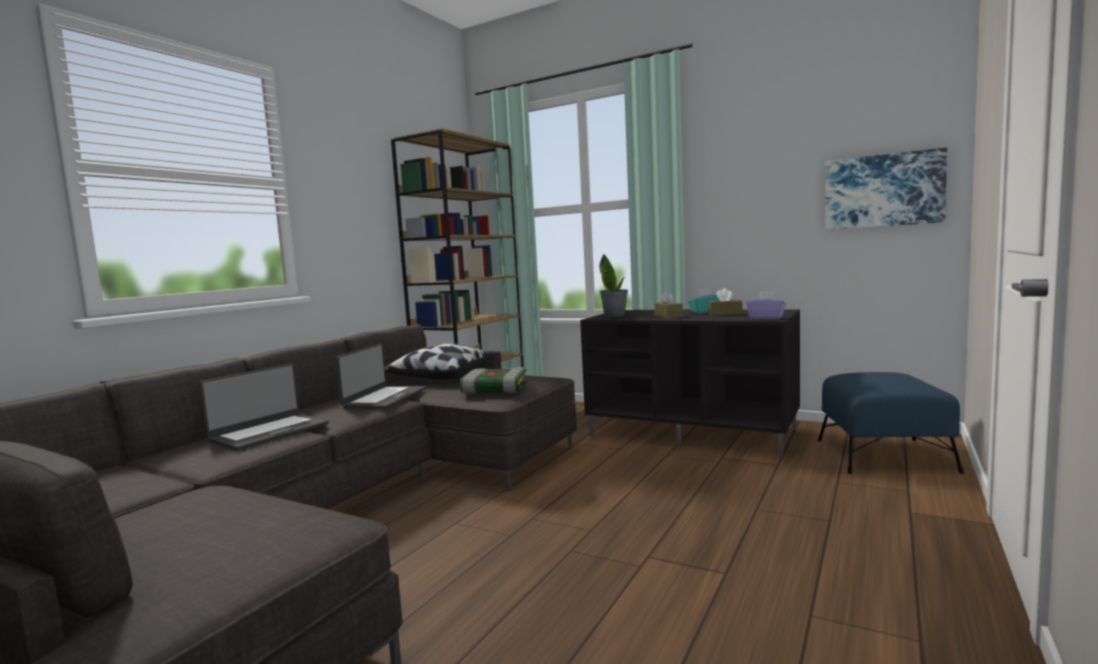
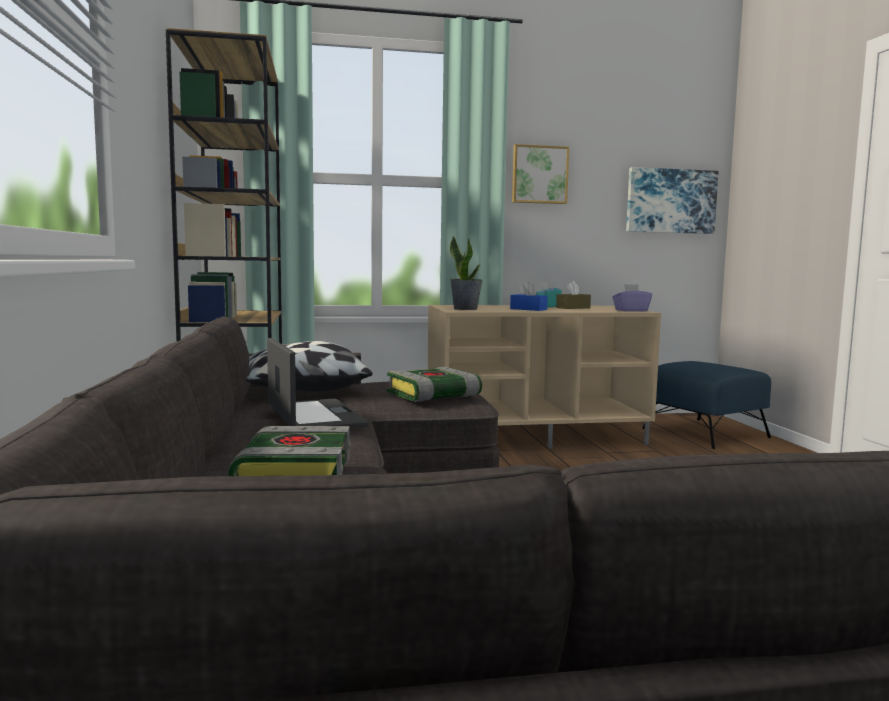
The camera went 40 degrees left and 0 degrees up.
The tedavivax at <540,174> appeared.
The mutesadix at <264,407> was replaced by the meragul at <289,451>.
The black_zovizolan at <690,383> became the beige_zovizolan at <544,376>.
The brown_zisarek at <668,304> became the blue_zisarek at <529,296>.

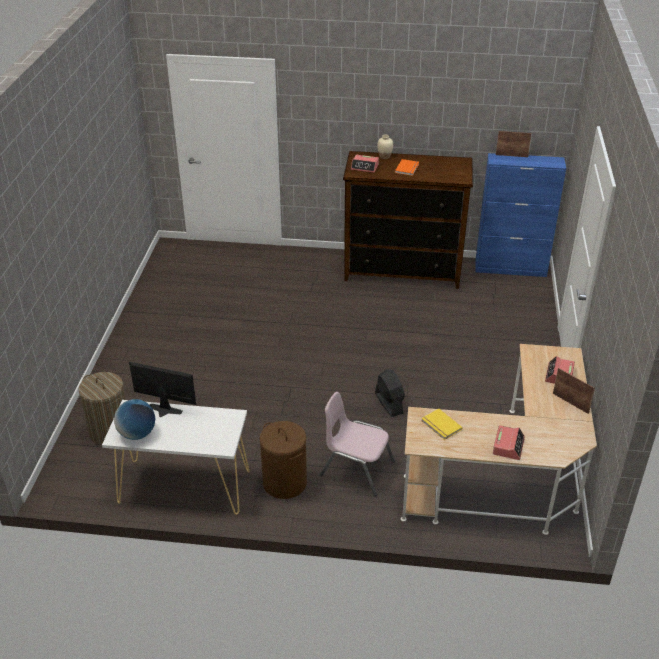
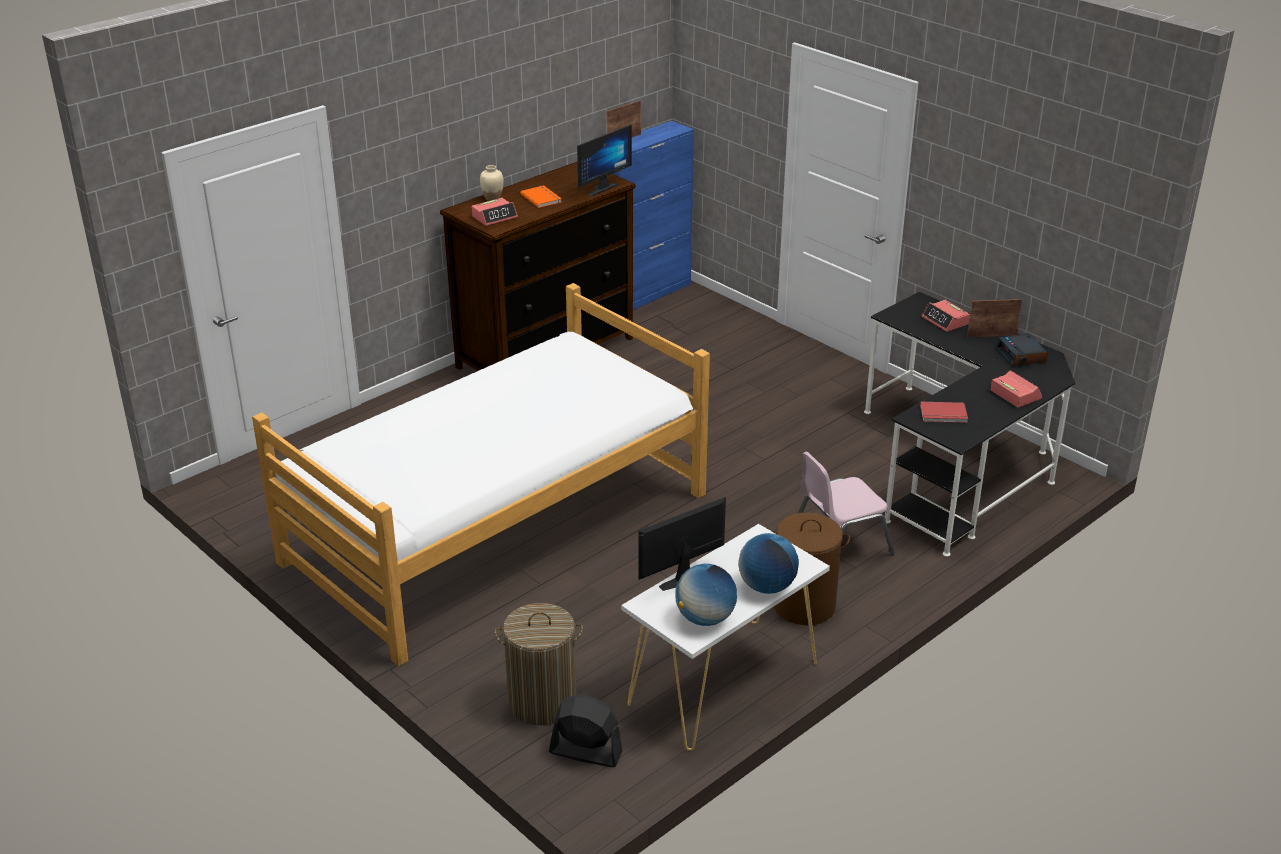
The camera went 50 degrees left and 5 degrees down.
The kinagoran at <481,474> appeared.
The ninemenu at <604,160> appeared.
The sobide at <768,563> appeared.
The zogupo at <1022,350> appeared.
The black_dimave moved from <390,393> to <586,730>.
The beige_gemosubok at <499,439> became the black_gemosubok at <969,424>.
The yellow_meragul at <442,424> became the red_meragul at <944,412>.

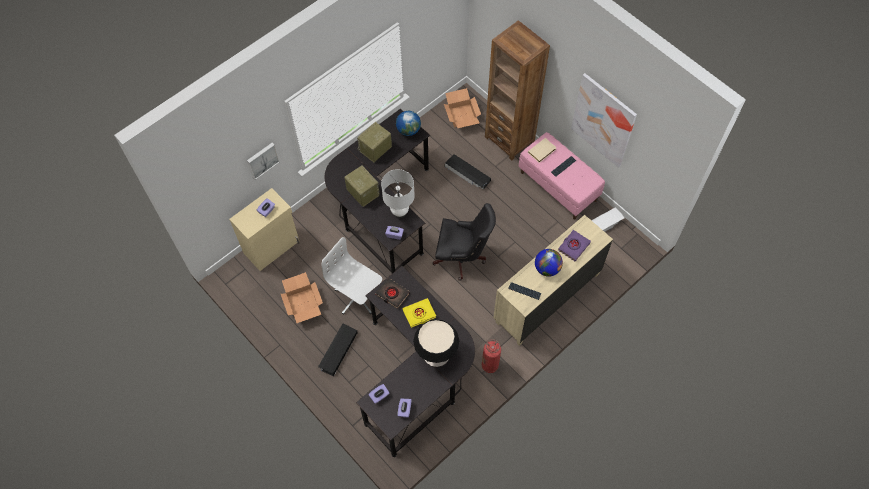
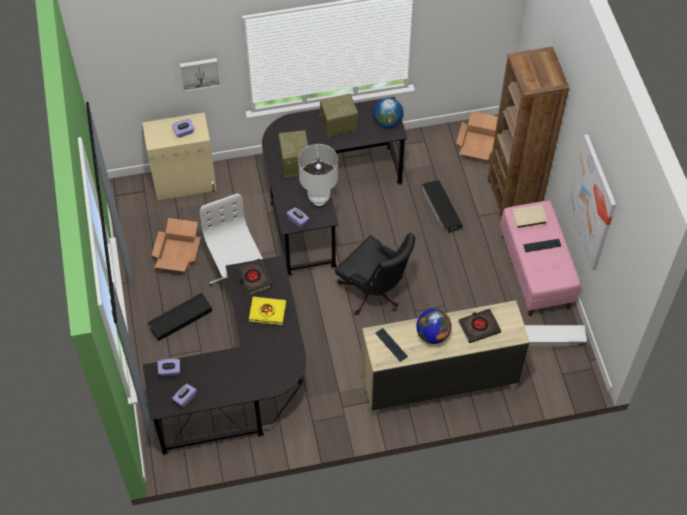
The camera went 30 degrees right and 5 degrees down.
The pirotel at <436,343> disappeared.
The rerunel at <491,356> disappeared.
The purple_meragul at <574,245> became the black_meragul at <479,325>.

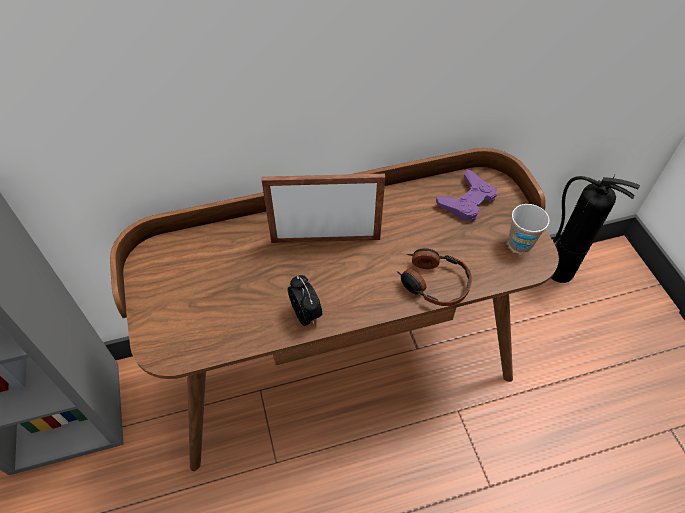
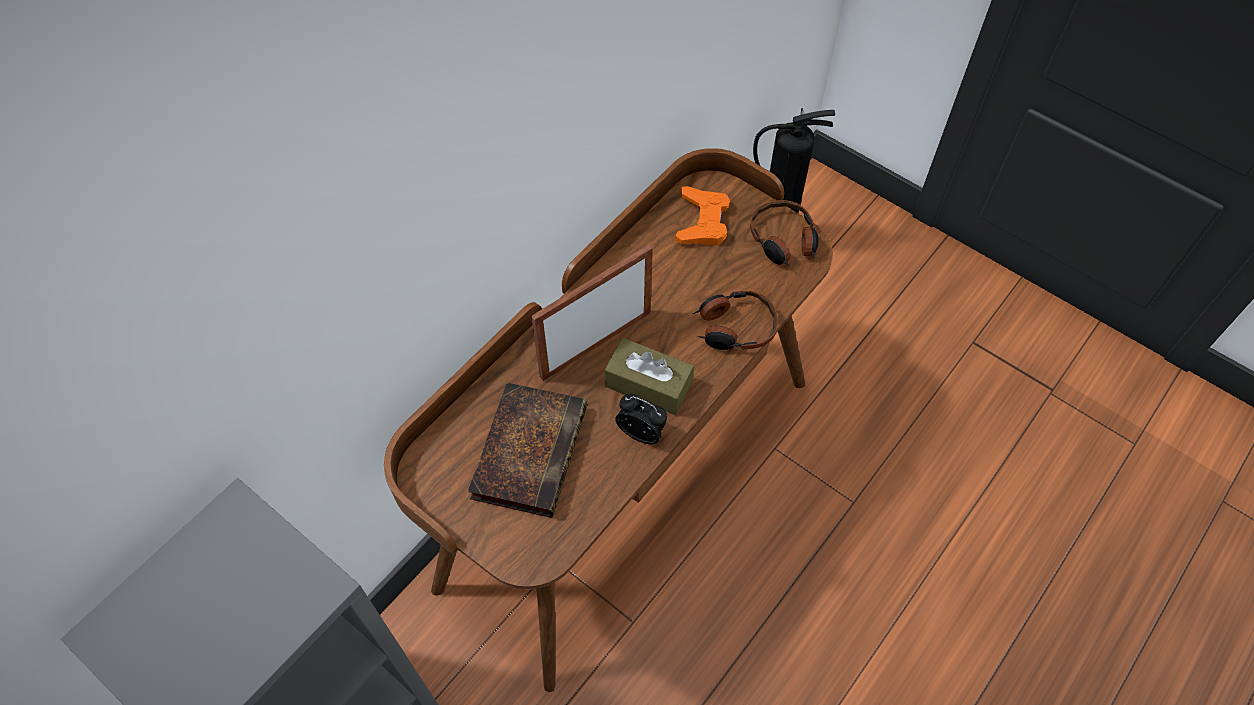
The camera went 35 degrees left and 5 degrees up.
The meragul at <527,450> appeared.
The brown_zisarek at <649,376> appeared.
The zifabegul at <529,228> was replaced by the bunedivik at <784,233>.
The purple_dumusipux at <466,195> became the orange_dumusipux at <702,216>.

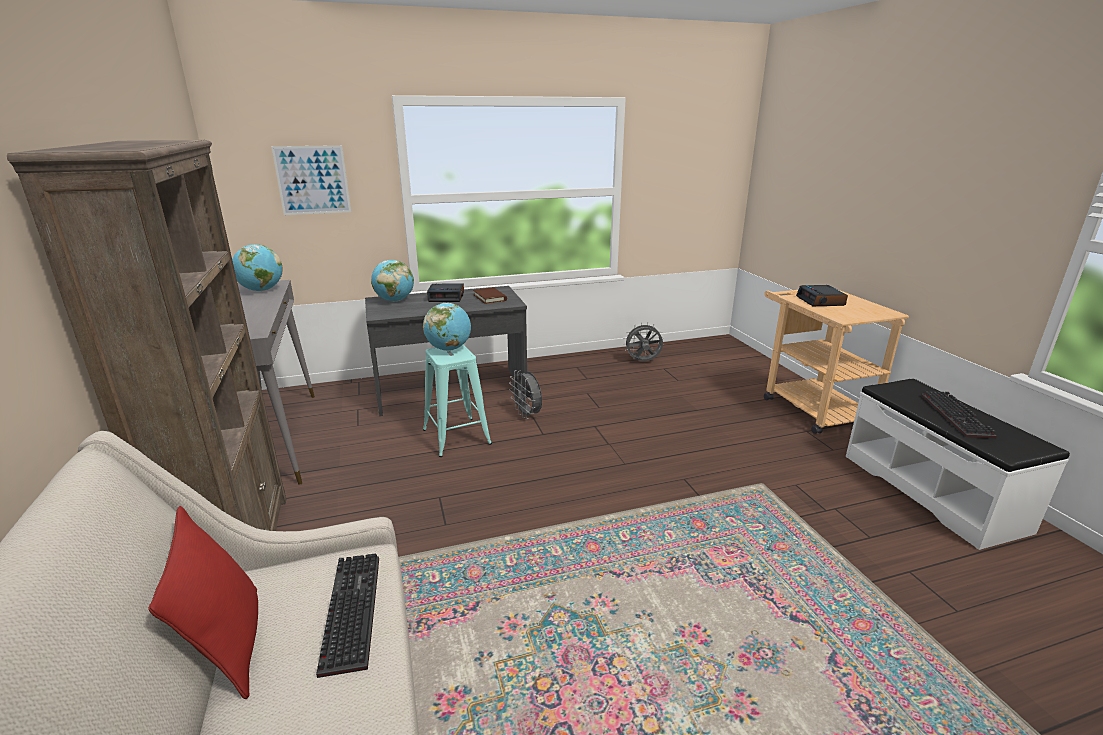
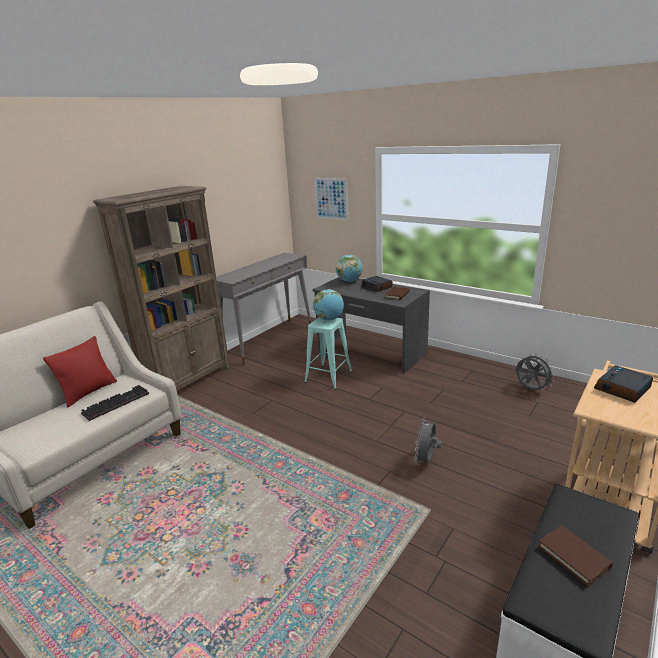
The camera went 55 degrees right and 0 degrees up.
The sobide at <257,267> disappeared.
The grey_dimave moved from <525,394> to <428,441>.
The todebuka at <959,415> was replaced by the brown_meragul at <575,556>.

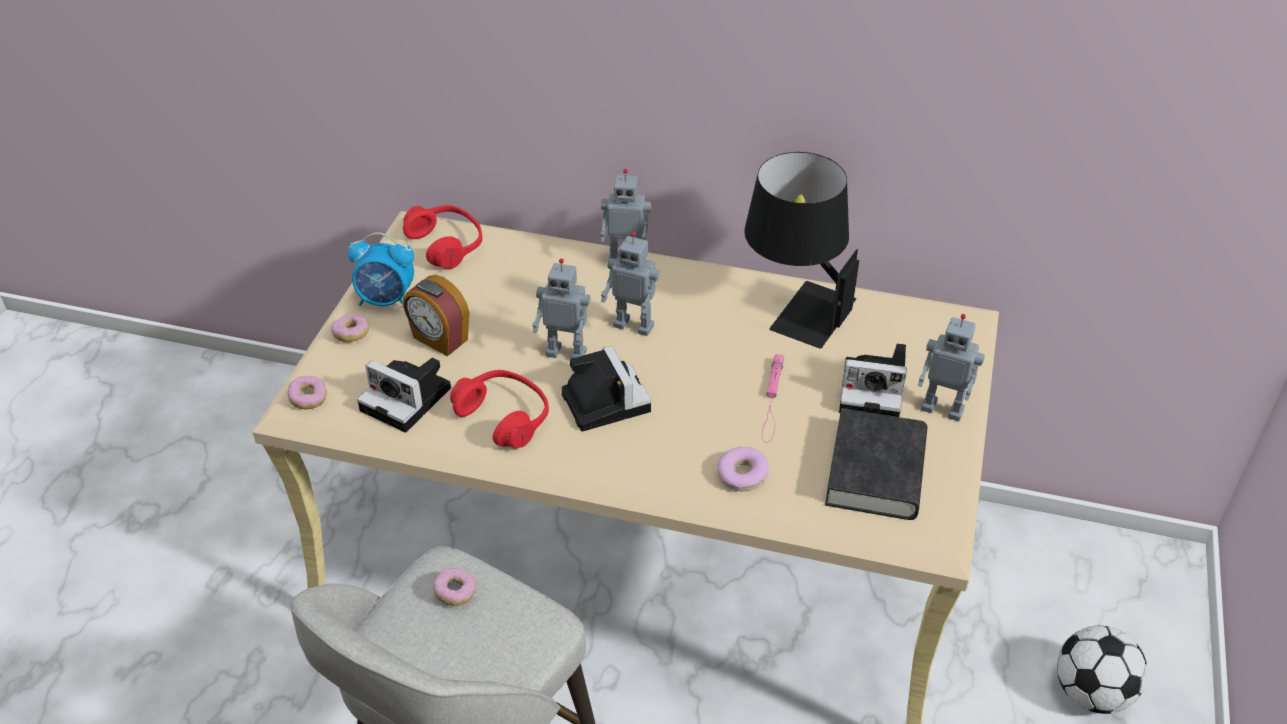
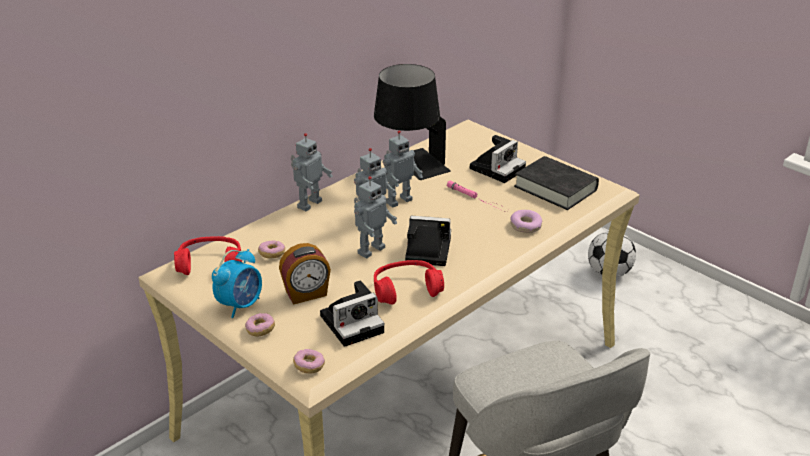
The camera went 60 degrees left and 10 degrees down.
The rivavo moved from <454,587> to <271,249>.
The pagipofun moved from <951,367> to <403,169>.

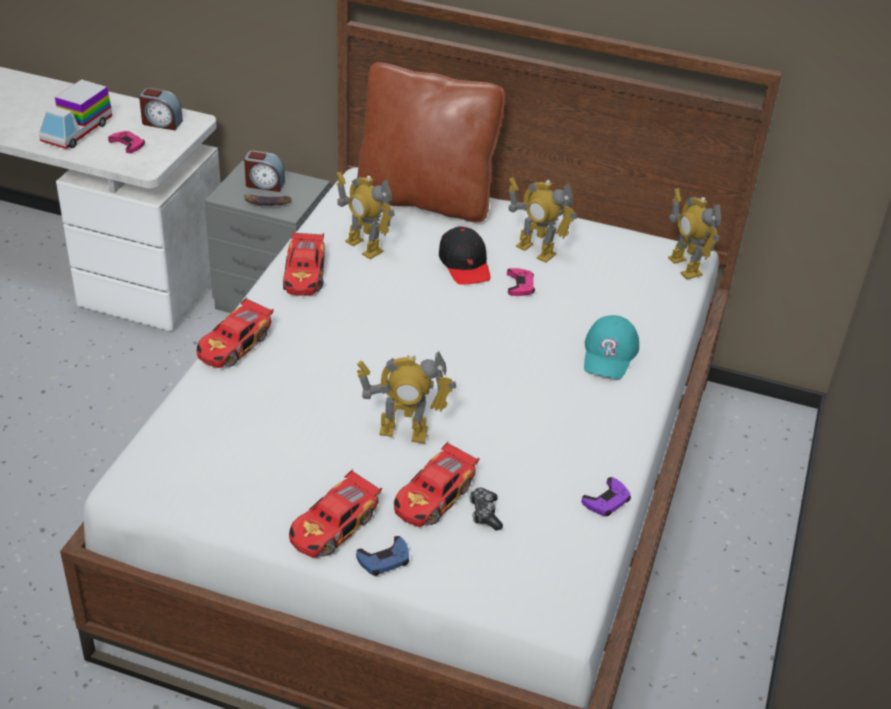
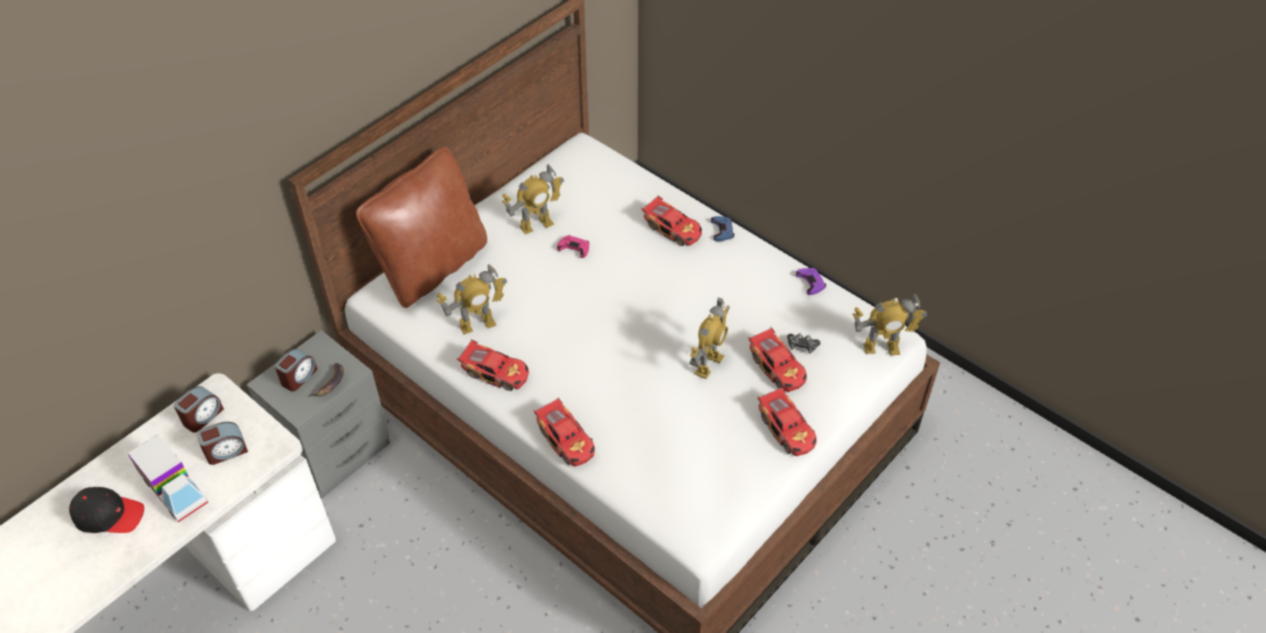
The camera went 65 degrees left and 10 degrees up.
The blue_dumusipux moved from <382,556> to <722,228>.
The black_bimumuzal moved from <465,255> to <106,510>.
The pagipofun moved from <694,234> to <889,324>.
The pink_dumusipux at <126,142> was replaced by the zogupo at <222,443>.
The turquoise_bimumuzal at <611,347> was replaced by the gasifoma at <671,220>.

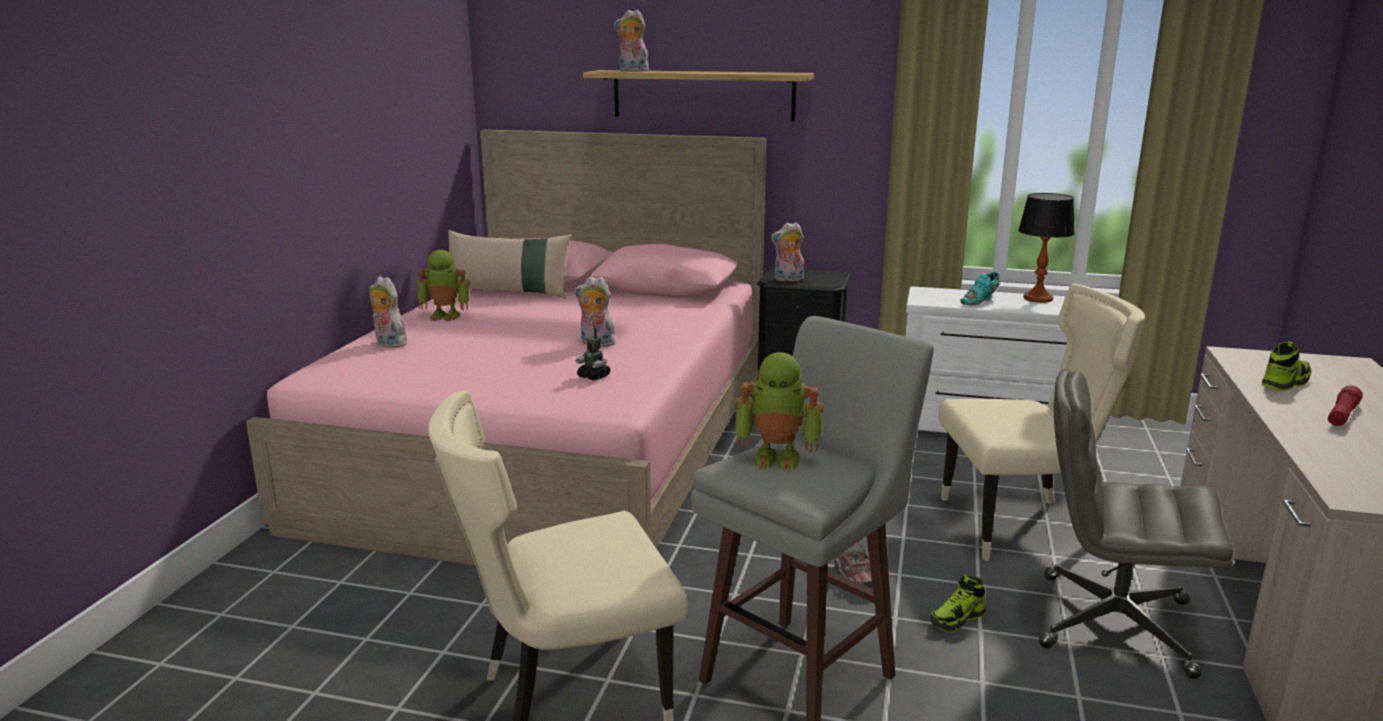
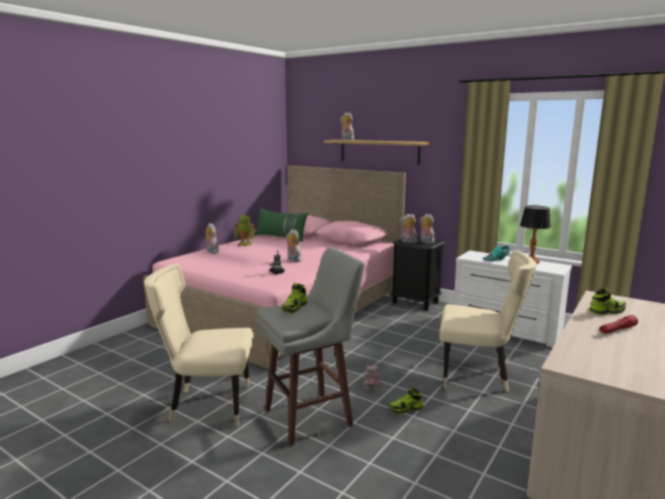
The camera went 20 degrees right and 5 degrees down.
The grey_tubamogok at <1136,524> disappeared.
The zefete at <426,228> appeared.
The pagipofun at <779,412> was replaced by the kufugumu at <294,298>.
The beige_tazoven at <509,264> became the green_tazoven at <281,225>.

